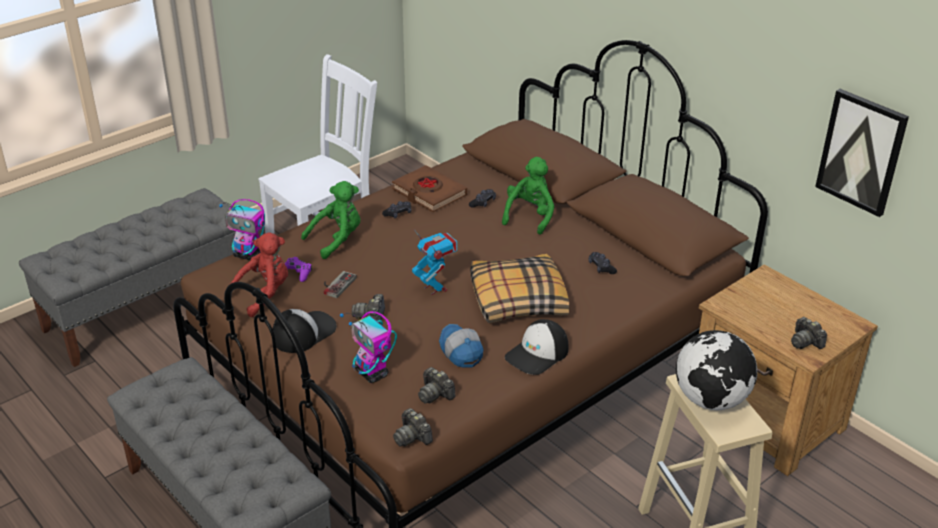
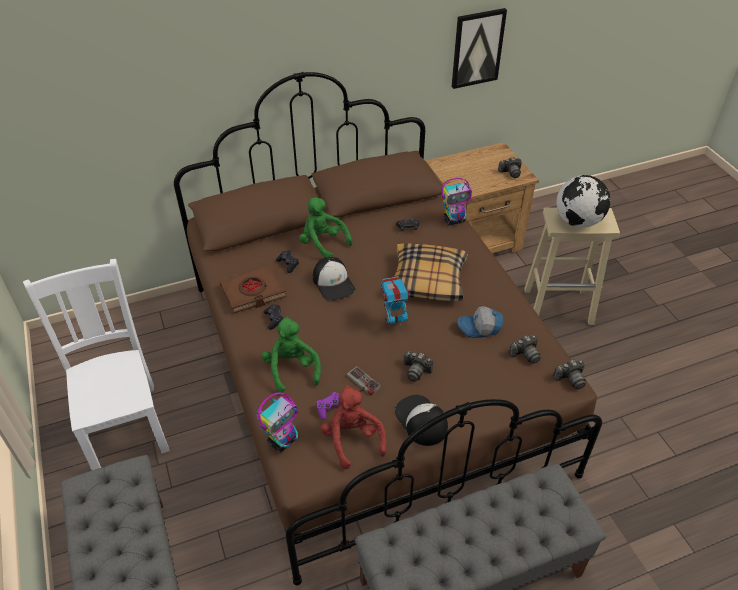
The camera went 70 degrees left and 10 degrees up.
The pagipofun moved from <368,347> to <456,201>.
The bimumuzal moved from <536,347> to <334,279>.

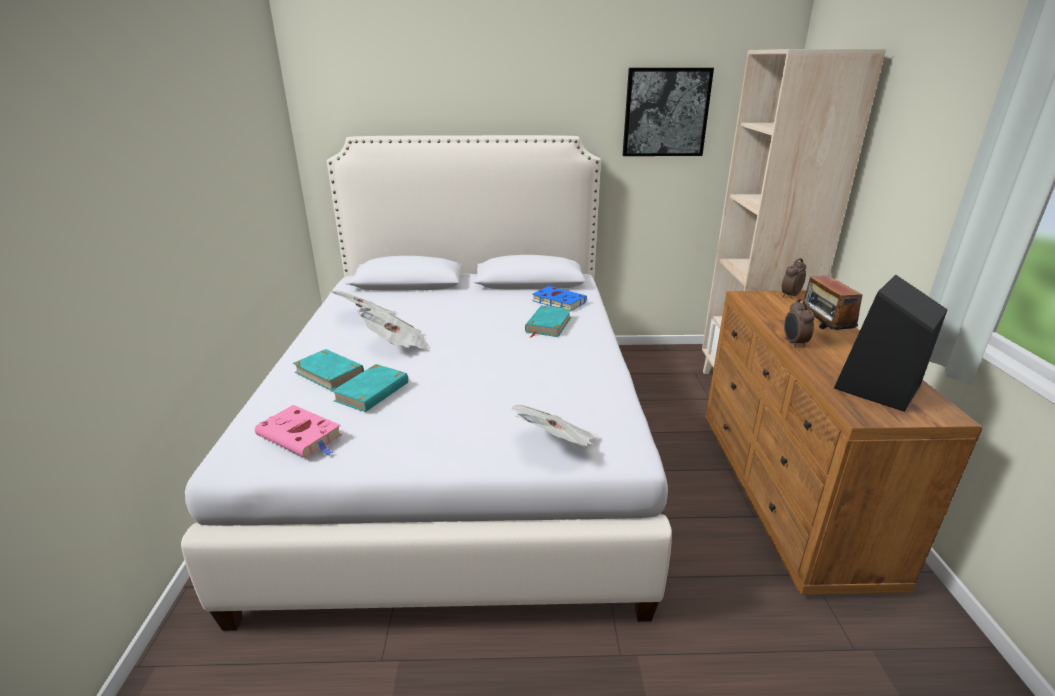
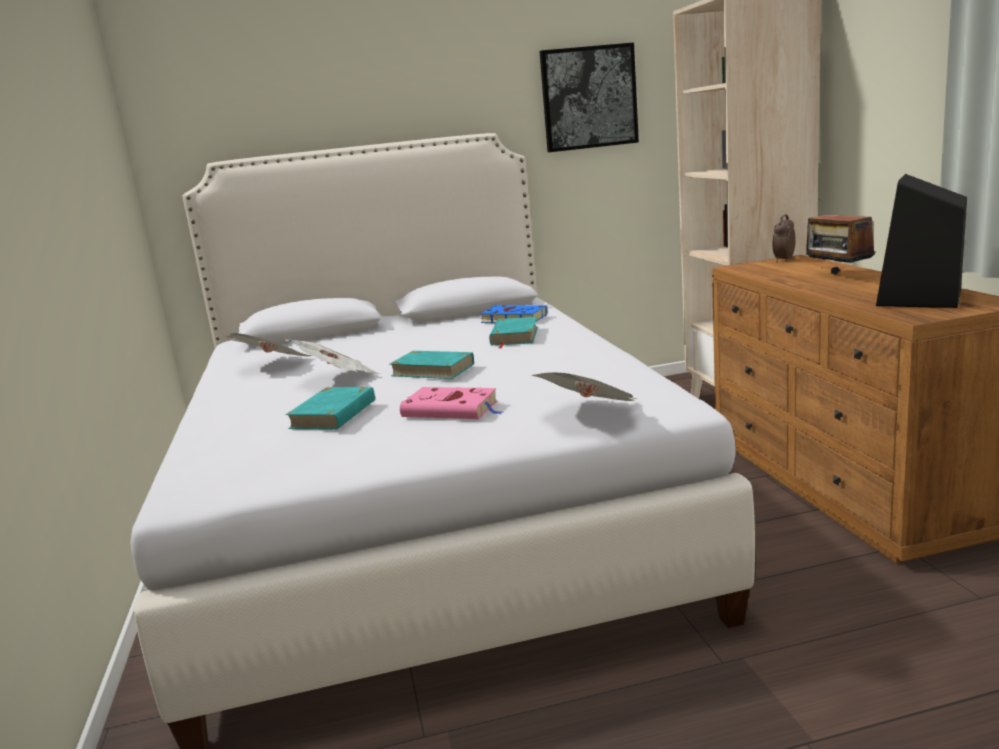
The camera went 10 degrees left and 10 degrees down.
The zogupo at <799,323> disappeared.
The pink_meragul moved from <298,431> to <451,403>.
The turquoise_meragul moved from <328,370> to <432,365>.

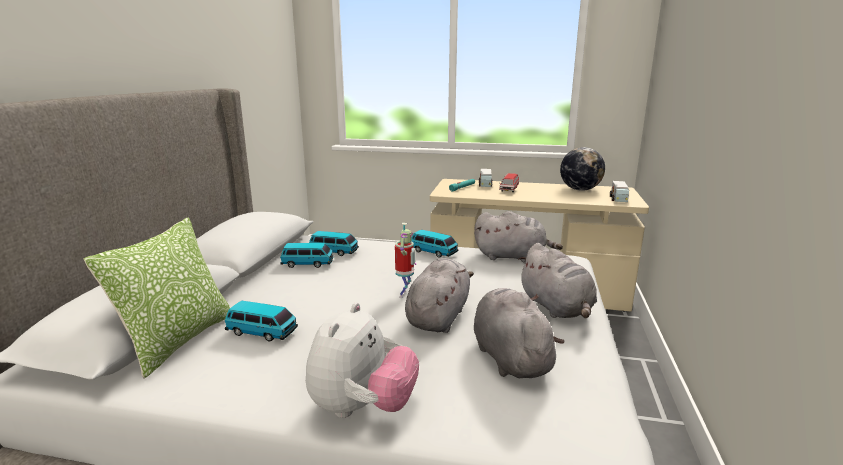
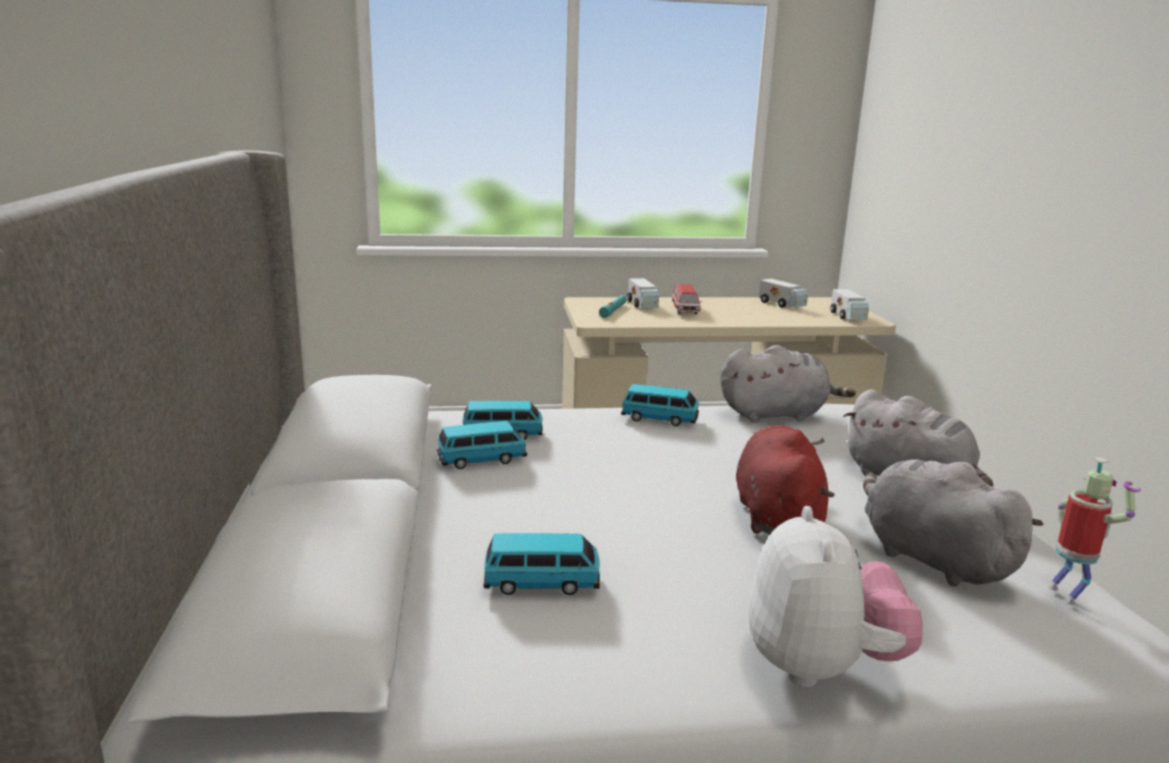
The camera went 20 degrees left and 0 degrees up.
The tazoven at <157,297> disappeared.
The pagipofun moved from <405,260> to <1095,531>.
The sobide at <582,169> was replaced by the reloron at <783,293>.
The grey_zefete at <439,295> became the red_zefete at <785,480>.

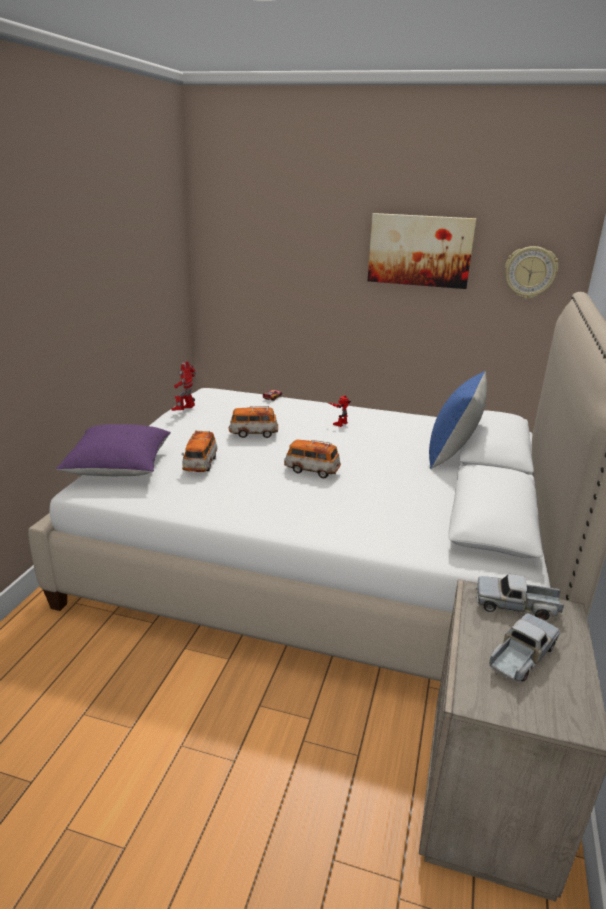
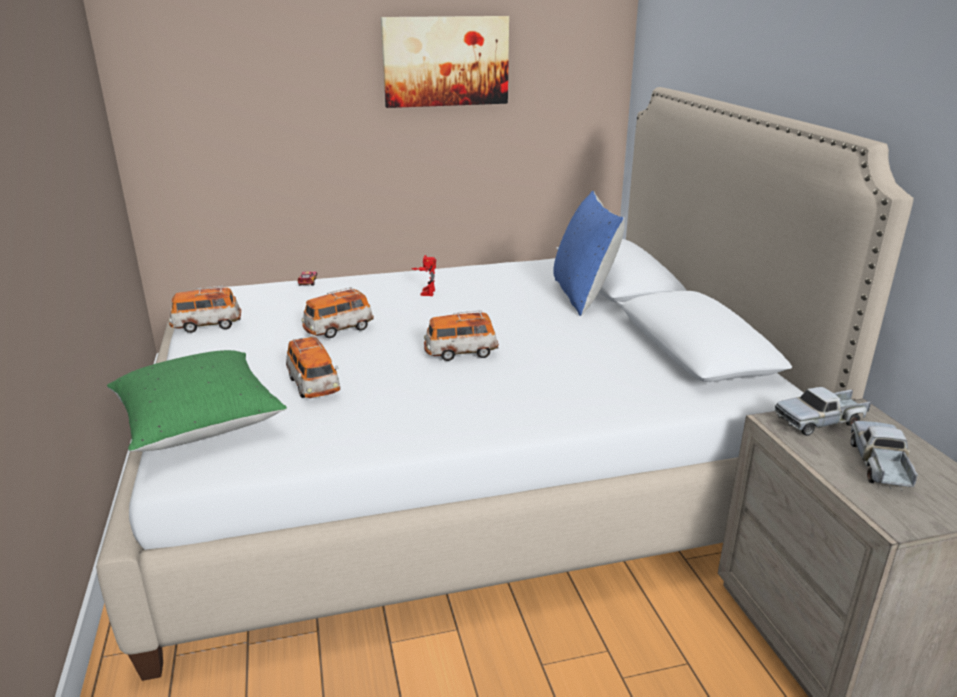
The camera went 30 degrees left and 0 degrees up.
The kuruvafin at <532,272> disappeared.
The pagipofun at <183,386> was replaced by the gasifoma at <205,309>.
The purple_tazoven at <113,450> became the green_tazoven at <197,401>.

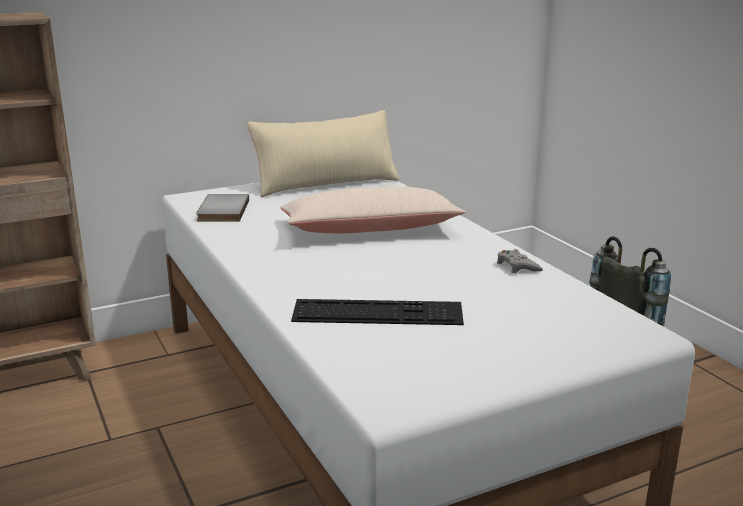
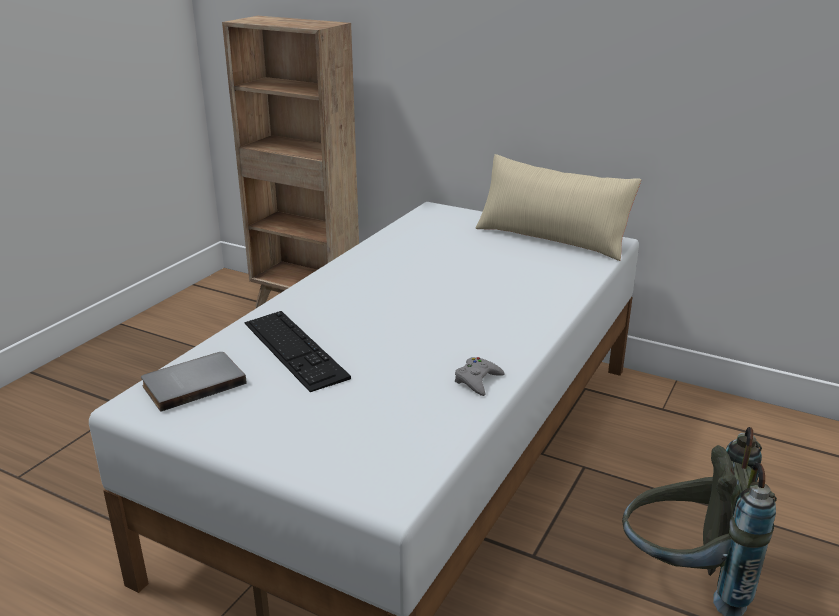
The camera went 55 degrees right and 5 degrees up.
The beige_tazoven at <373,210> disappeared.
The grey_meragul moved from <222,208> to <194,382>.

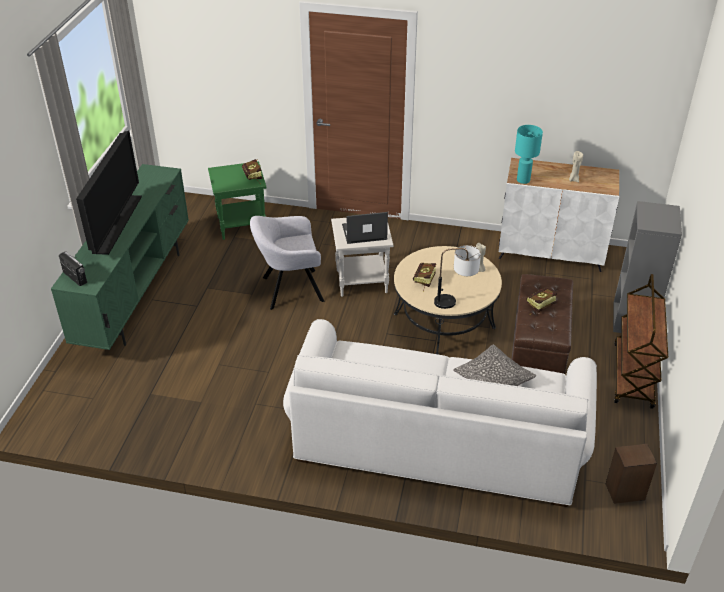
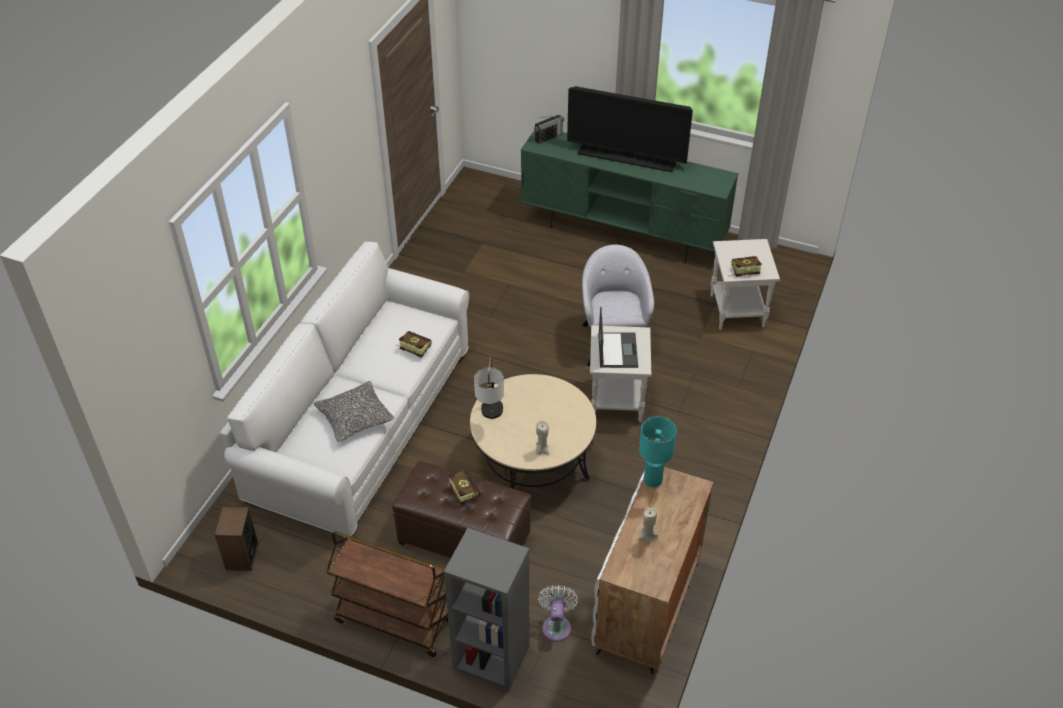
The camera went 100 degrees right and 5 degrees up.
The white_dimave at <558,613> appeared.
The meragul moved from <424,277> to <414,344>.
The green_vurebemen at <237,200> became the white_vurebemen at <745,284>.

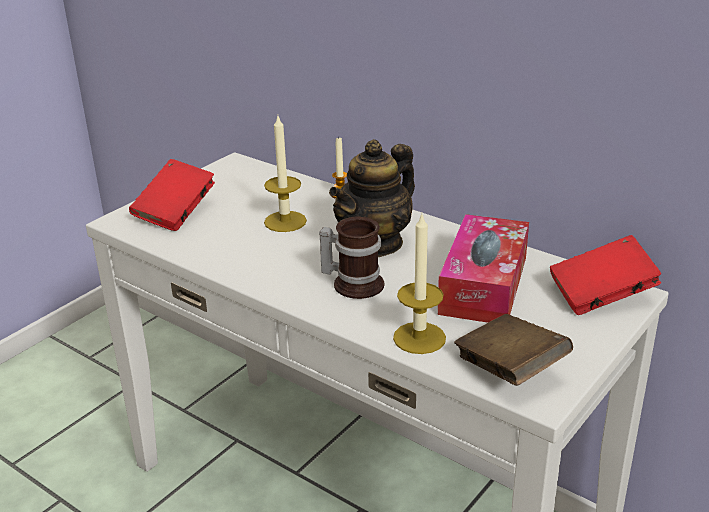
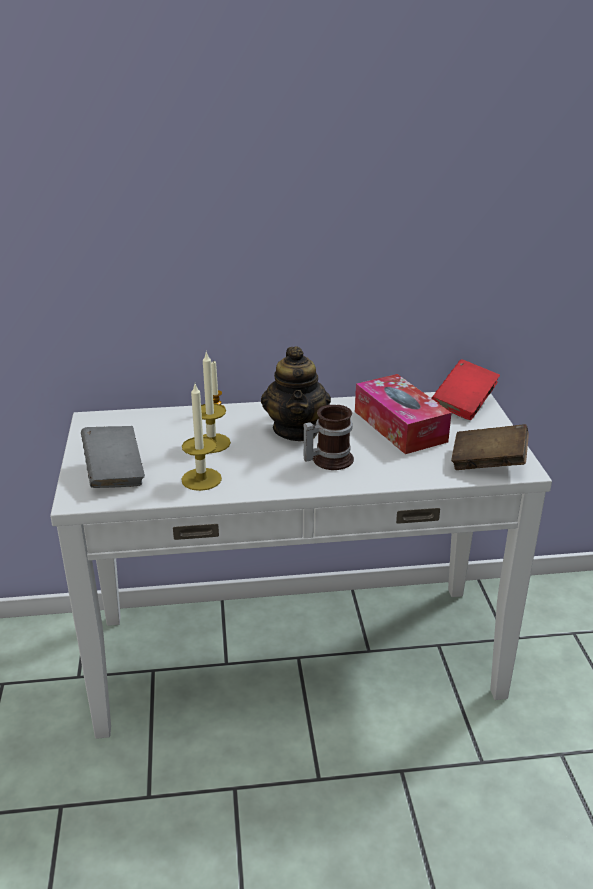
The camera went 45 degrees left and 0 degrees up.
The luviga moved from <419,283> to <202,437>.
The red_meragul at <172,195> became the grey_meragul at <113,457>.

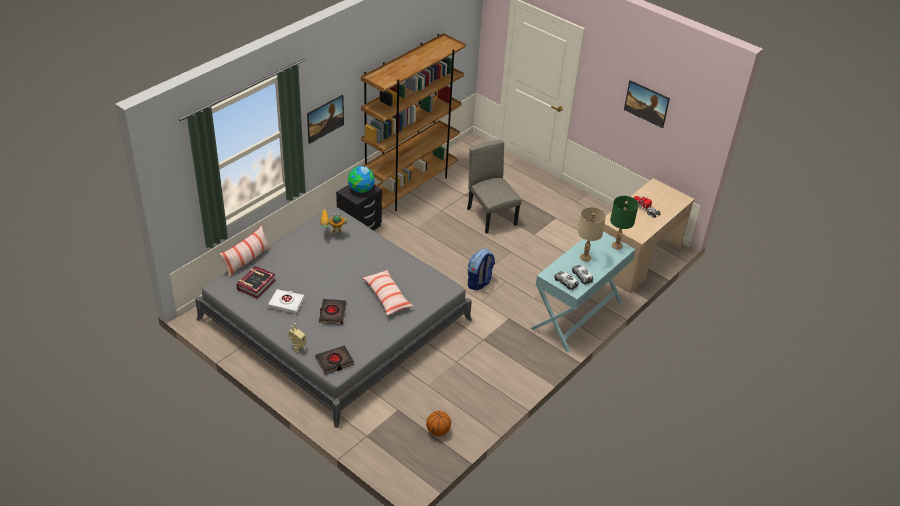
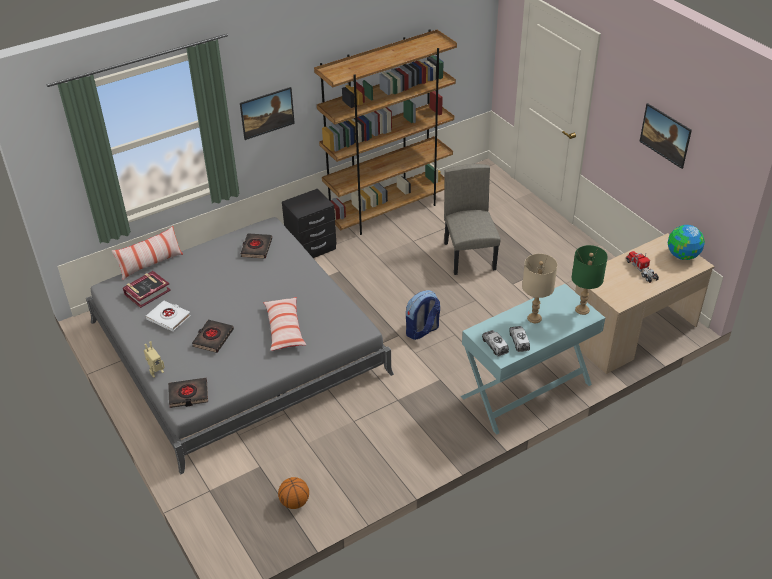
The camera went 20 degrees right and 0 degrees up.
The sobide moved from <361,179> to <686,242>.
The pagipofun at <334,221> was replaced by the black_meragul at <256,246>.

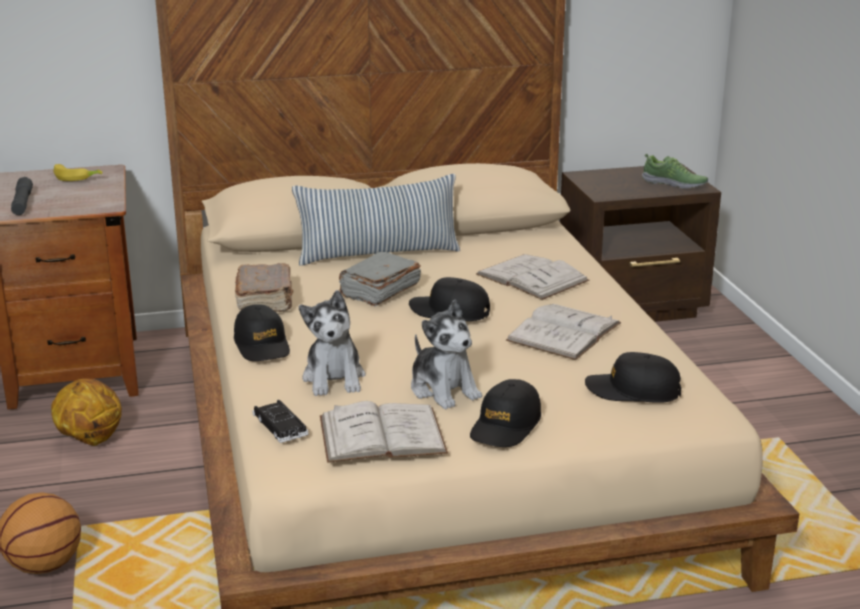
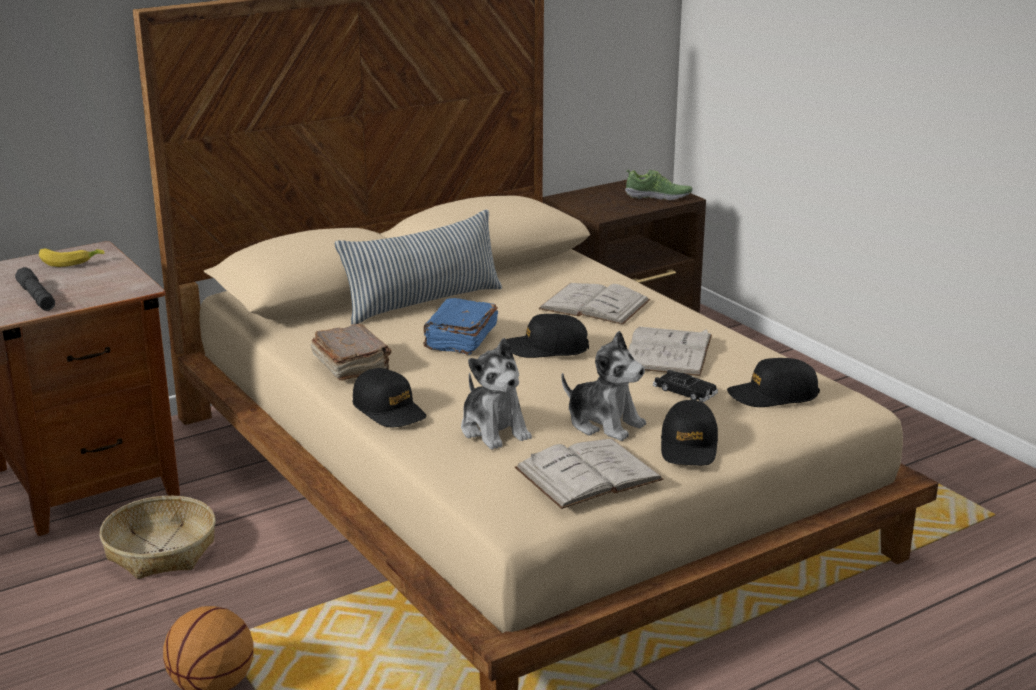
The camera went 20 degrees left and 0 degrees up.
The black_gasifoma moved from <280,421> to <685,386>.
The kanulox at <86,412> was replaced by the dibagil at <158,537>.
The grey_meragul at <380,279> became the blue_meragul at <460,326>.

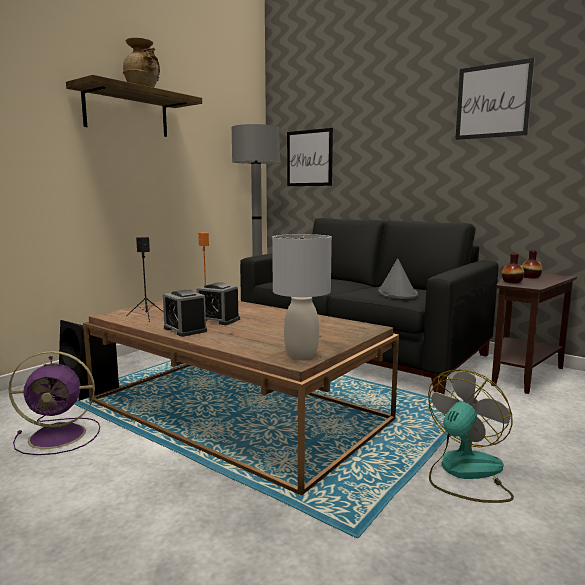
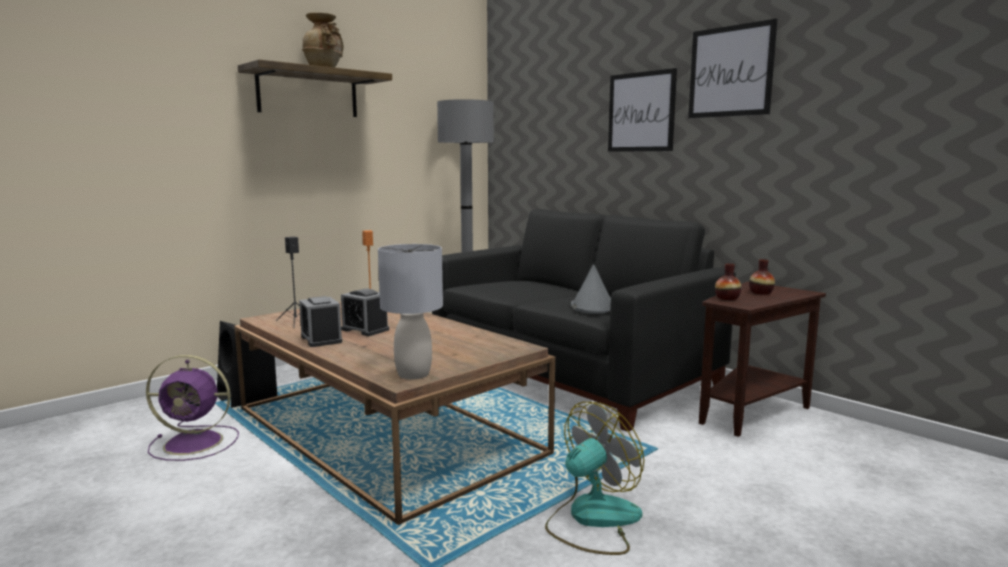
The camera went 10 degrees right and 0 degrees up.
The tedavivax moved from <310,157> to <642,110>.

